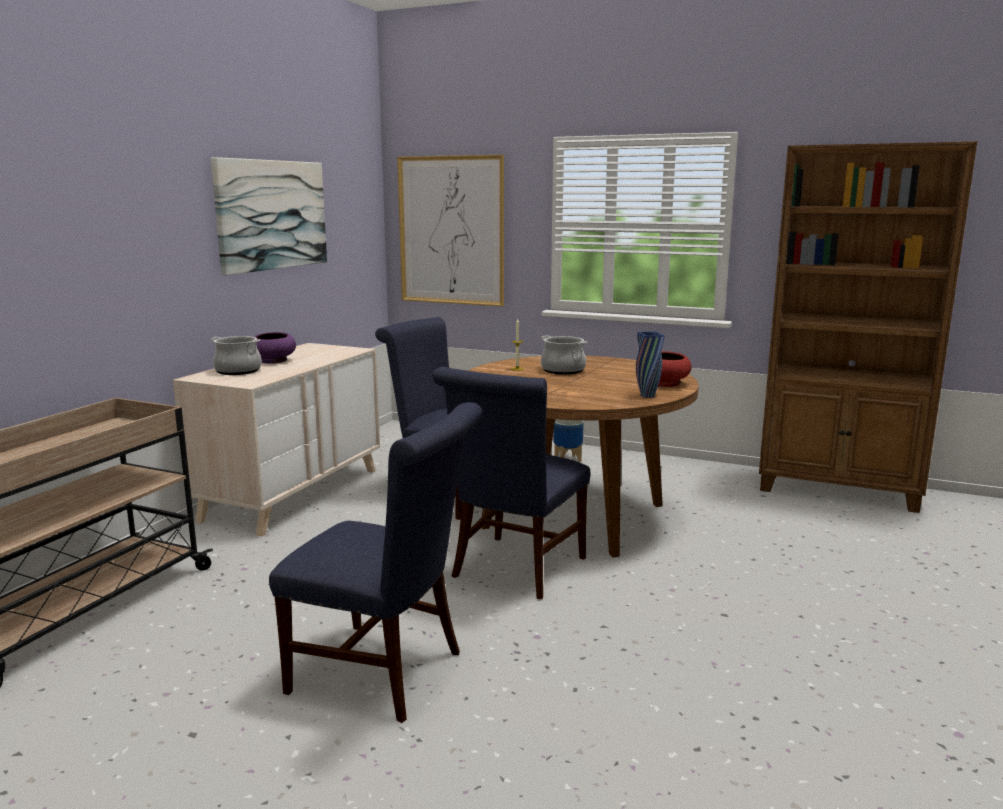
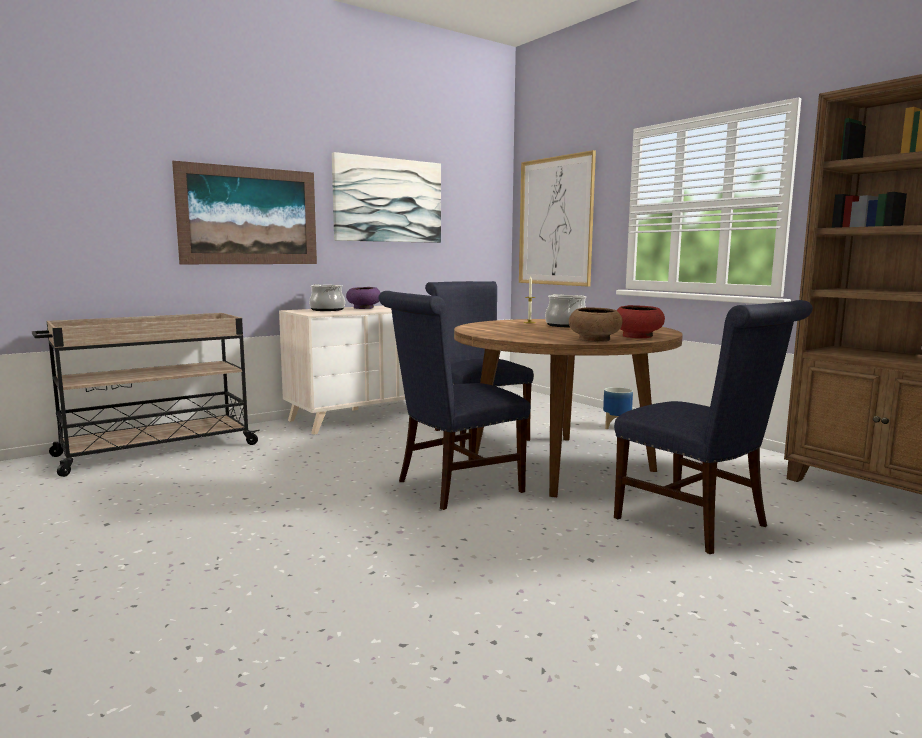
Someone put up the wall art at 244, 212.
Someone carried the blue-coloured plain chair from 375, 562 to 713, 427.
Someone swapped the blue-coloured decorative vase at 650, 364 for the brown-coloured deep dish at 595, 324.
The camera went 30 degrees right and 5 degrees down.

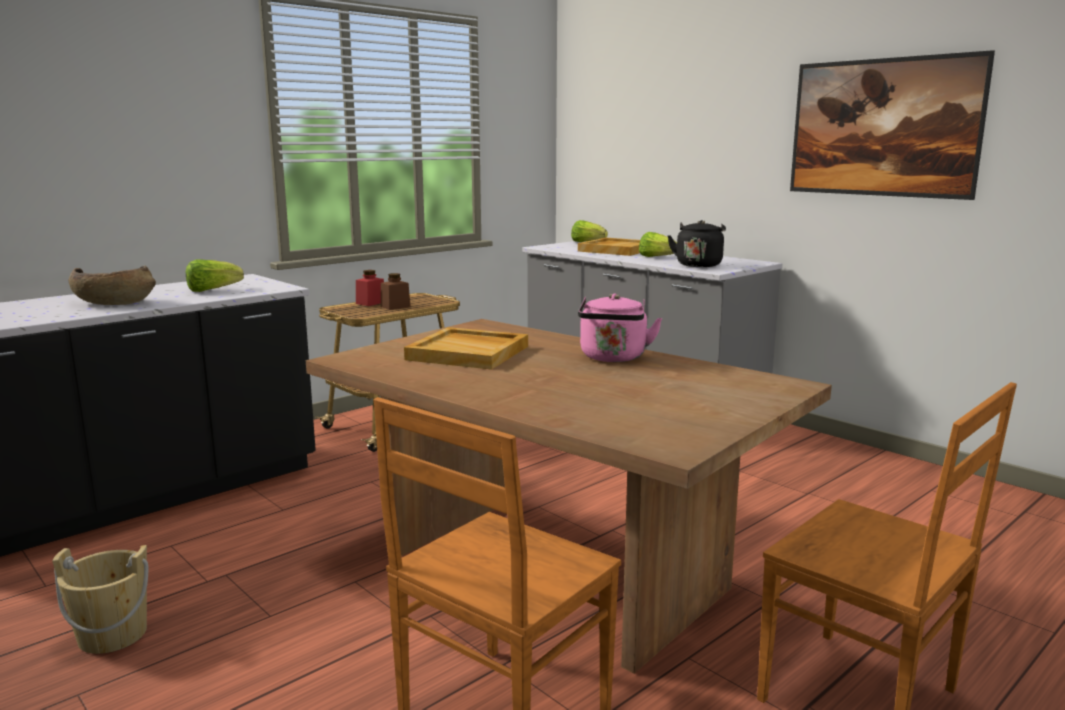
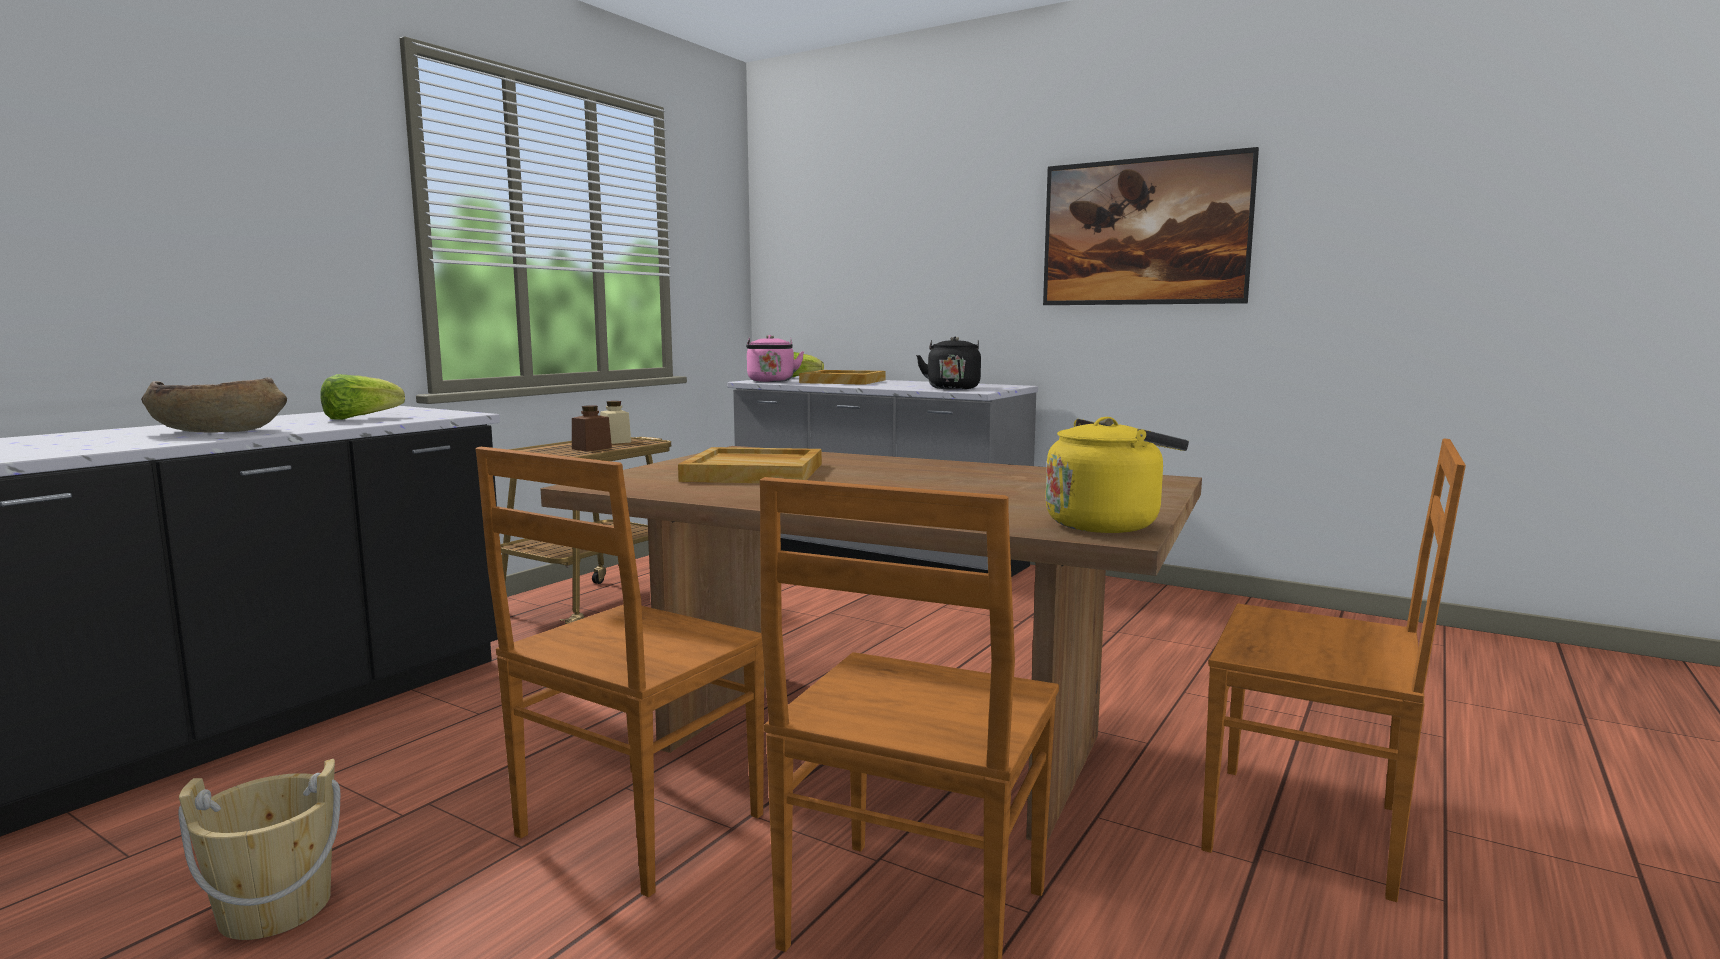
Someone took away the reddish preserve jar at 370, 288.
Someone took away the lettuce head at 658, 244.
Someone put down the brown-coloured plain chair at 619, 672.
Someone put down the sand-coloured preserve jar at 615, 422.
Someone put down the yellow water kettle at 1117, 475.
Someone carried the pink-coloured water kettle from 620, 328 to 775, 358.
The camera went 15 degrees left and 5 degrees down.

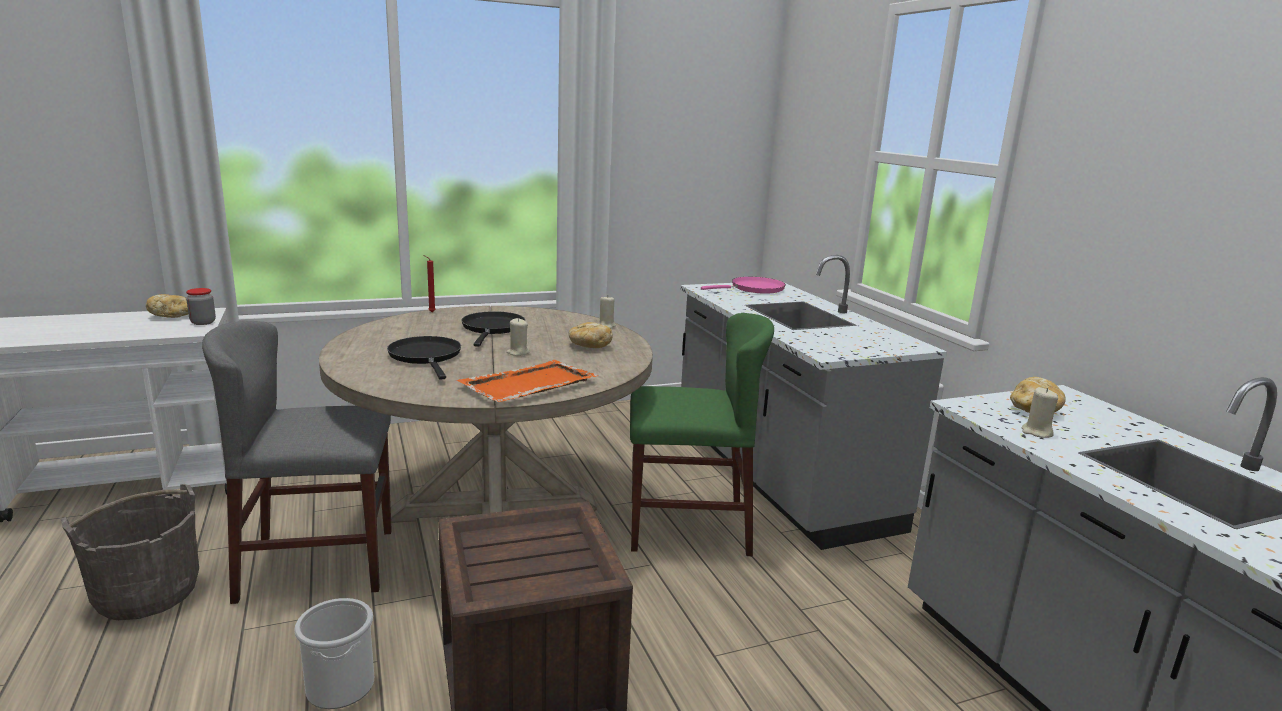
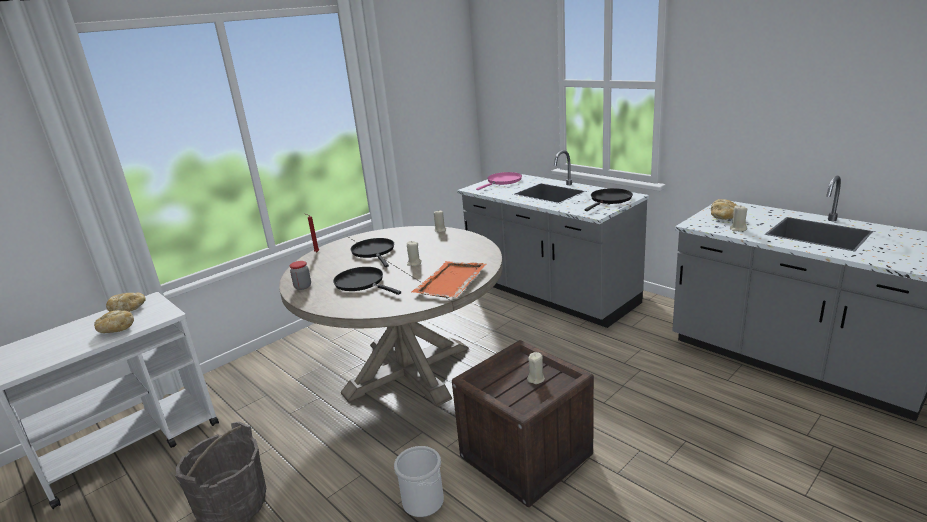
Someone took away the grey plain chair at 297, 462.
Someone took away the green-coloured plain chair at 702, 434.
Someone put down the sand-coloured wax light at 536, 368.
Someone put down the blackish skillet at 609, 199.
Someone carried the preserve jar from 201, 306 to 300, 275.
Someone carried the bakery bread from 591, 335 to 114, 321.
The camera went 20 degrees left and 5 degrees up.

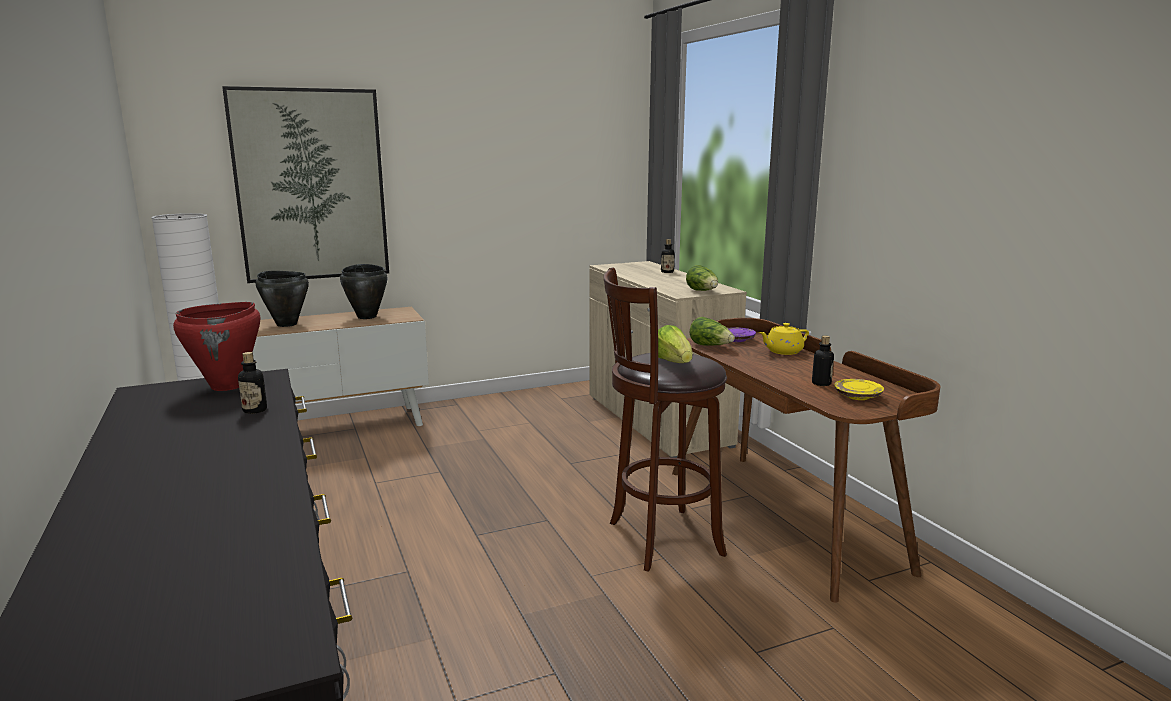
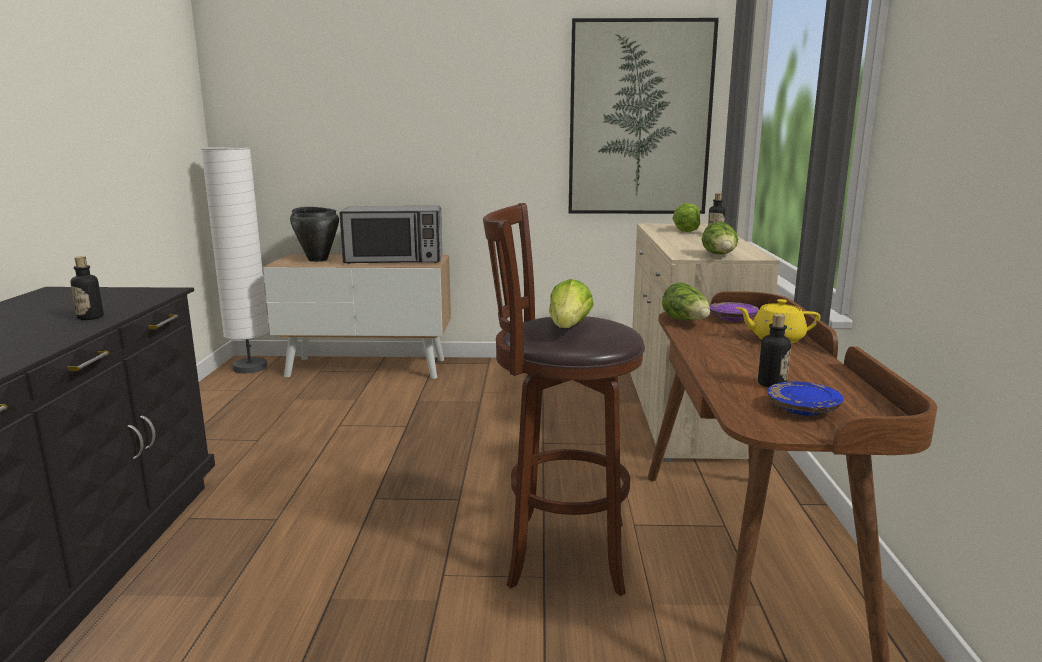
Someone took away the reddish stockpot at 216, 346.
Someone put down the lettuce head at 686, 217.
Someone carried the wall art from 305, 184 to 644, 116.
Someone swapped the blackish stockpot at 363, 291 for the microwave oven at 390, 235.
Someone repainted the yellow plate at 859, 389, which became the blue-coloured plate at 806, 399.
The camera went 25 degrees right and 0 degrees up.

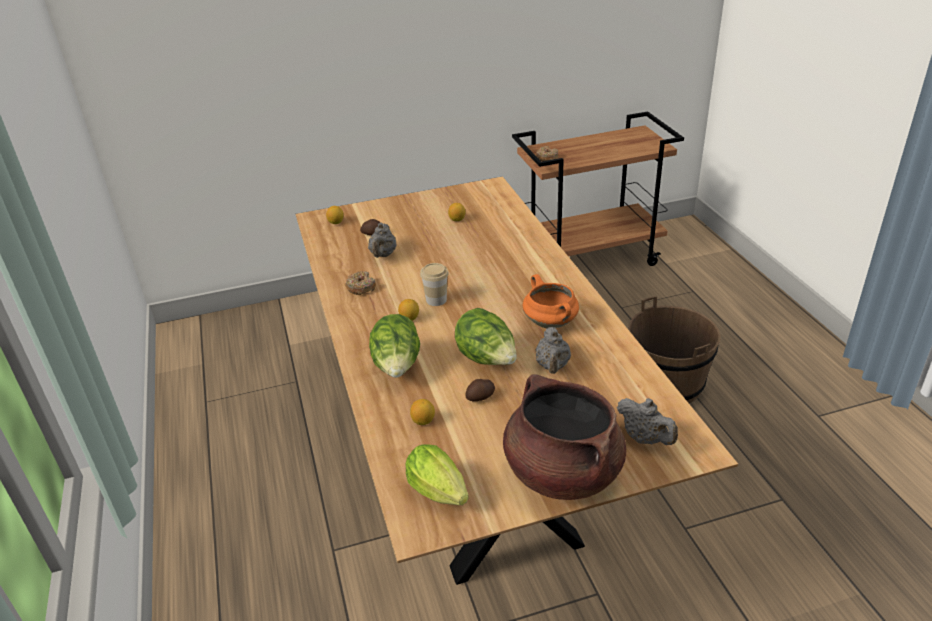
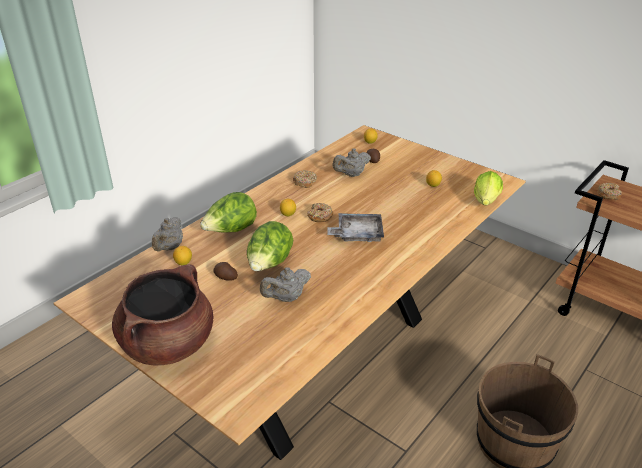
Someone took away the orange stockpot at 551, 301.
Someone put down the grey carrying tray at 355, 227.
Someone carried the lettuce head from 437, 474 to 488, 188.
Someone carried the grey pot for tea from 647, 421 to 167, 234.
Someone swapped the small cup at 434, 284 for the donut at 320, 212.
The camera went 55 degrees right and 0 degrees up.

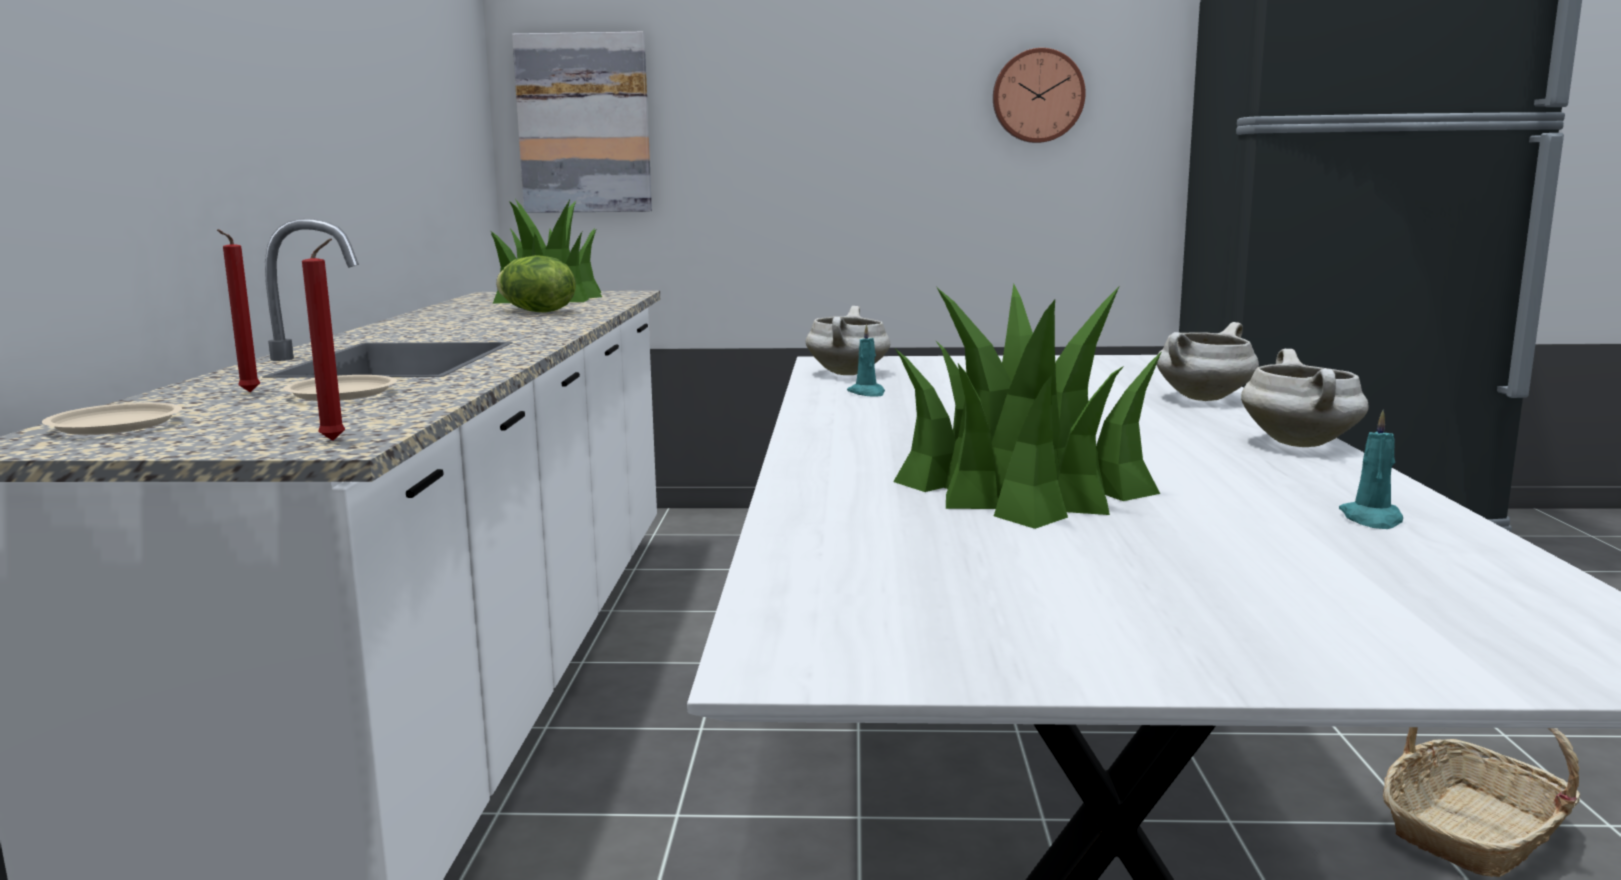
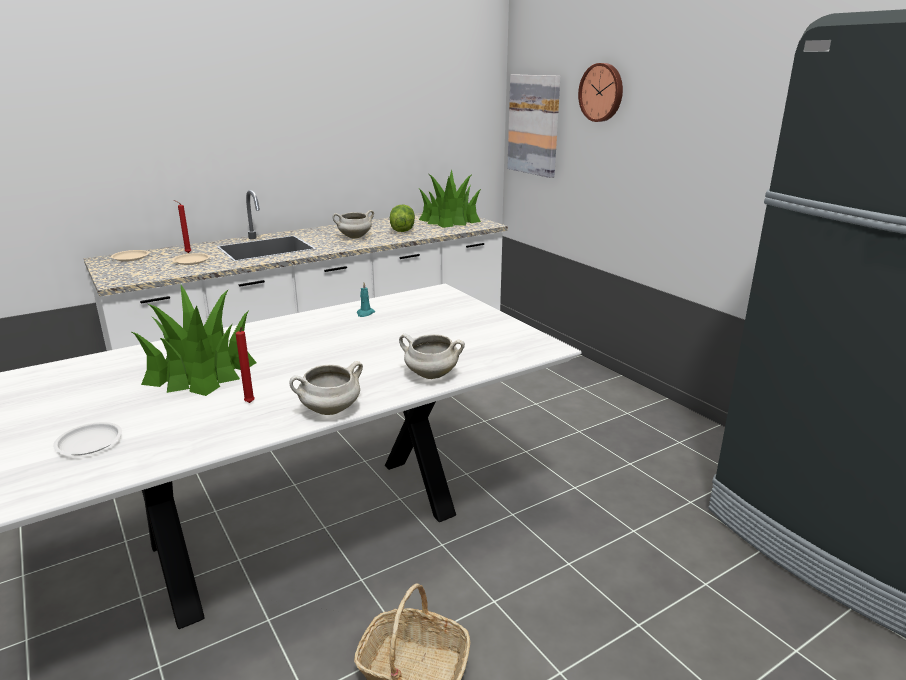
Someone took away the blue-green wax light at 1371, 469.
Someone put down the white-coloured plate at 87, 438.
Someone carried the reddish wax light from 323, 340 to 245, 365.
Someone carried the white-coloured stockpot from 848, 340 to 353, 224.
Someone carried the clock on the wall from 1039, 95 to 600, 92.
The camera went 55 degrees right and 10 degrees up.

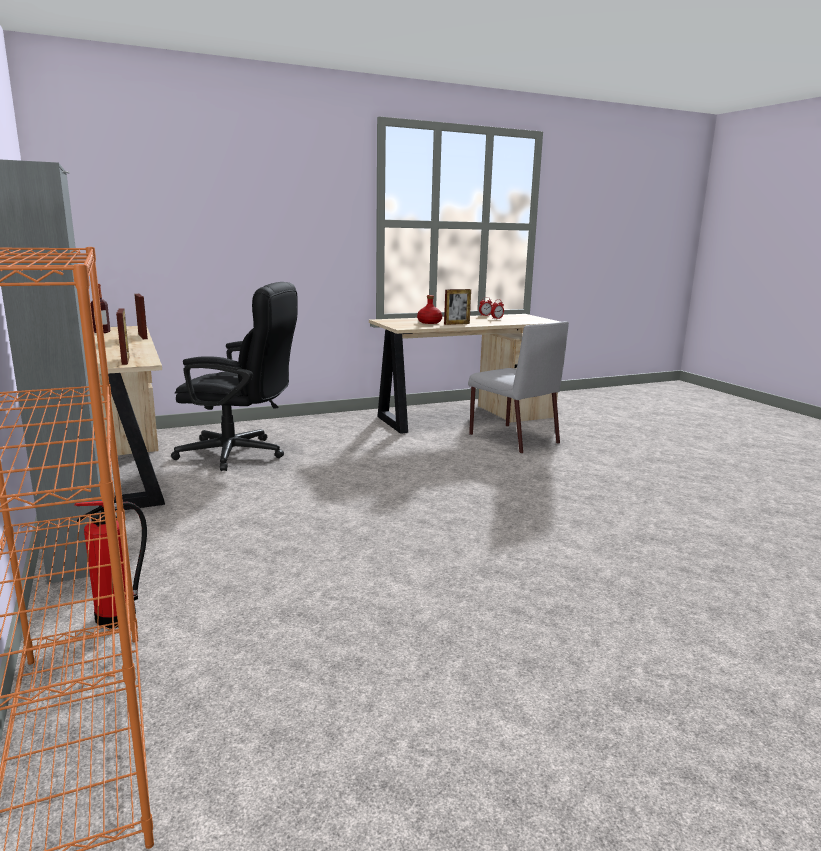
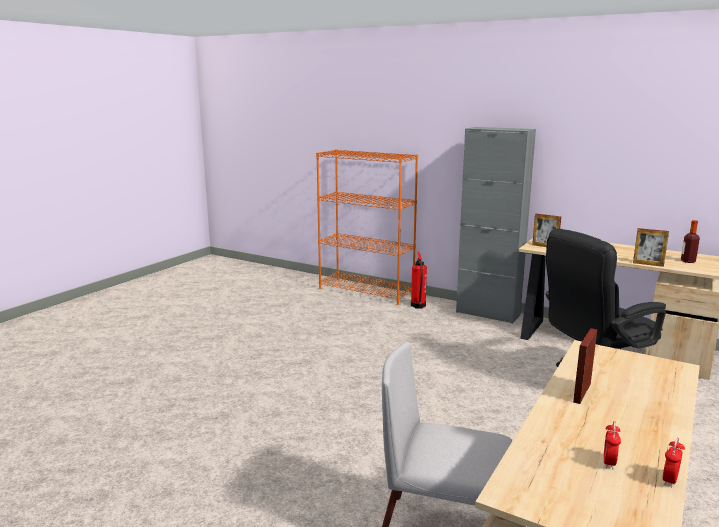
Someone took away the reddish beverage bottle at 429, 309.
The camera went 145 degrees right and 0 degrees up.

